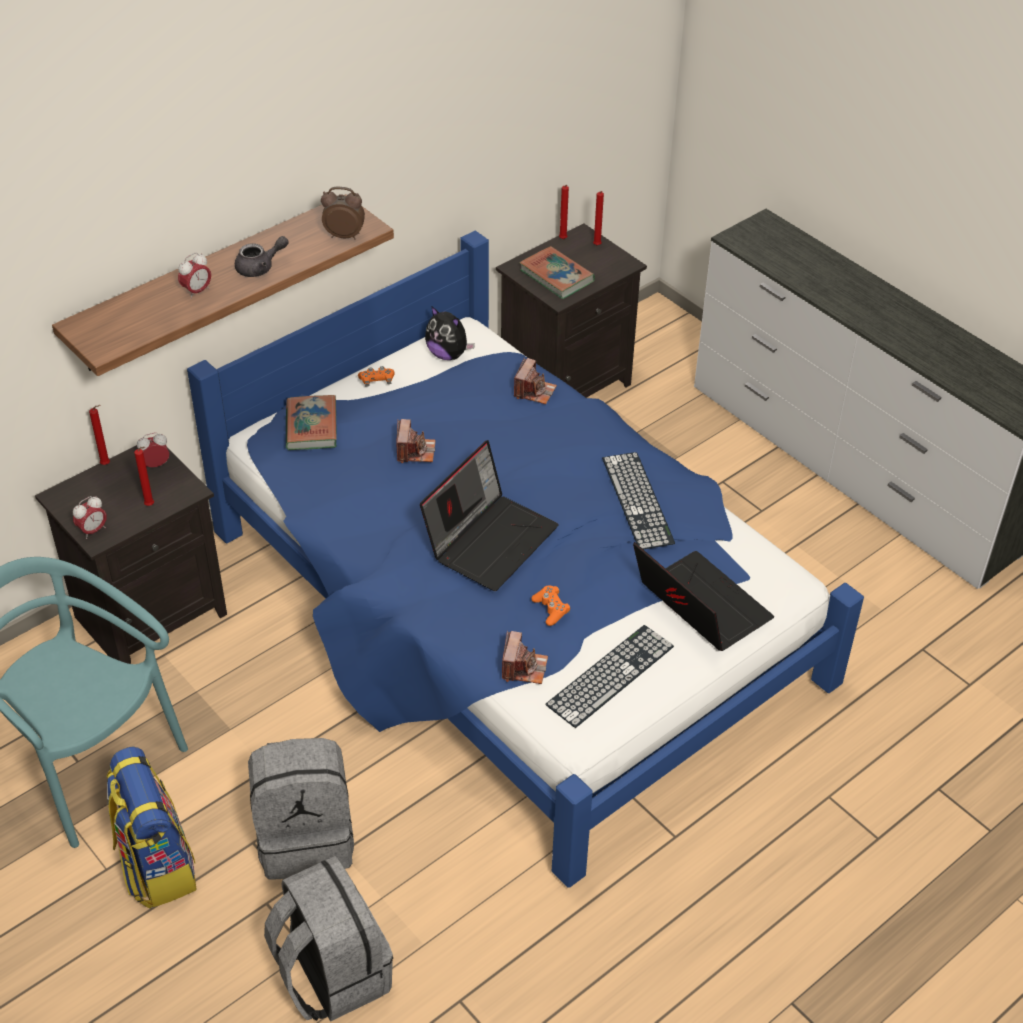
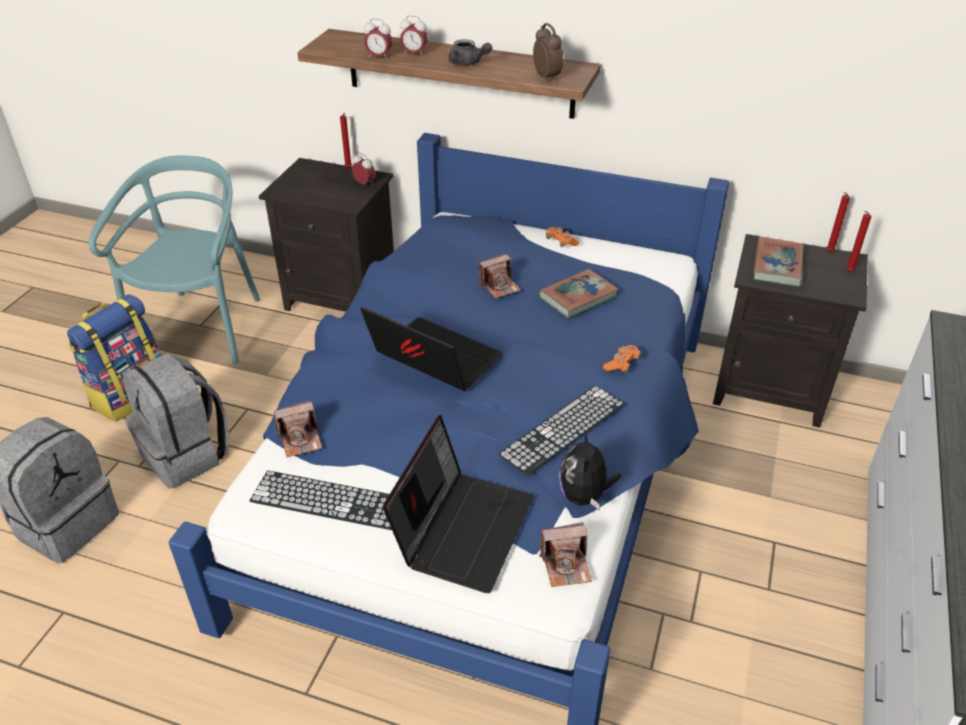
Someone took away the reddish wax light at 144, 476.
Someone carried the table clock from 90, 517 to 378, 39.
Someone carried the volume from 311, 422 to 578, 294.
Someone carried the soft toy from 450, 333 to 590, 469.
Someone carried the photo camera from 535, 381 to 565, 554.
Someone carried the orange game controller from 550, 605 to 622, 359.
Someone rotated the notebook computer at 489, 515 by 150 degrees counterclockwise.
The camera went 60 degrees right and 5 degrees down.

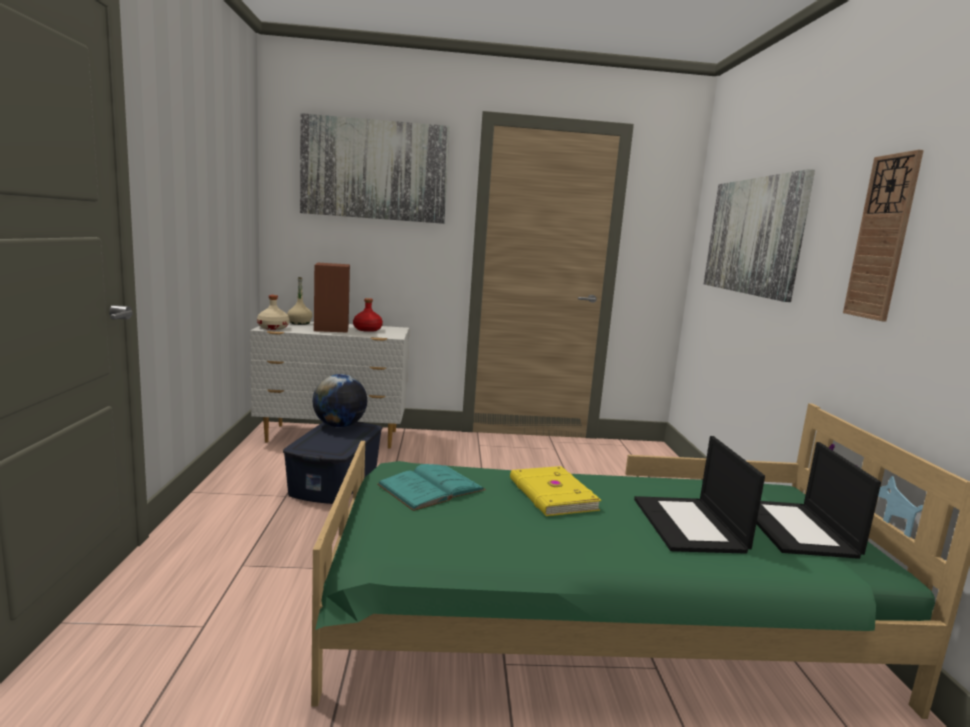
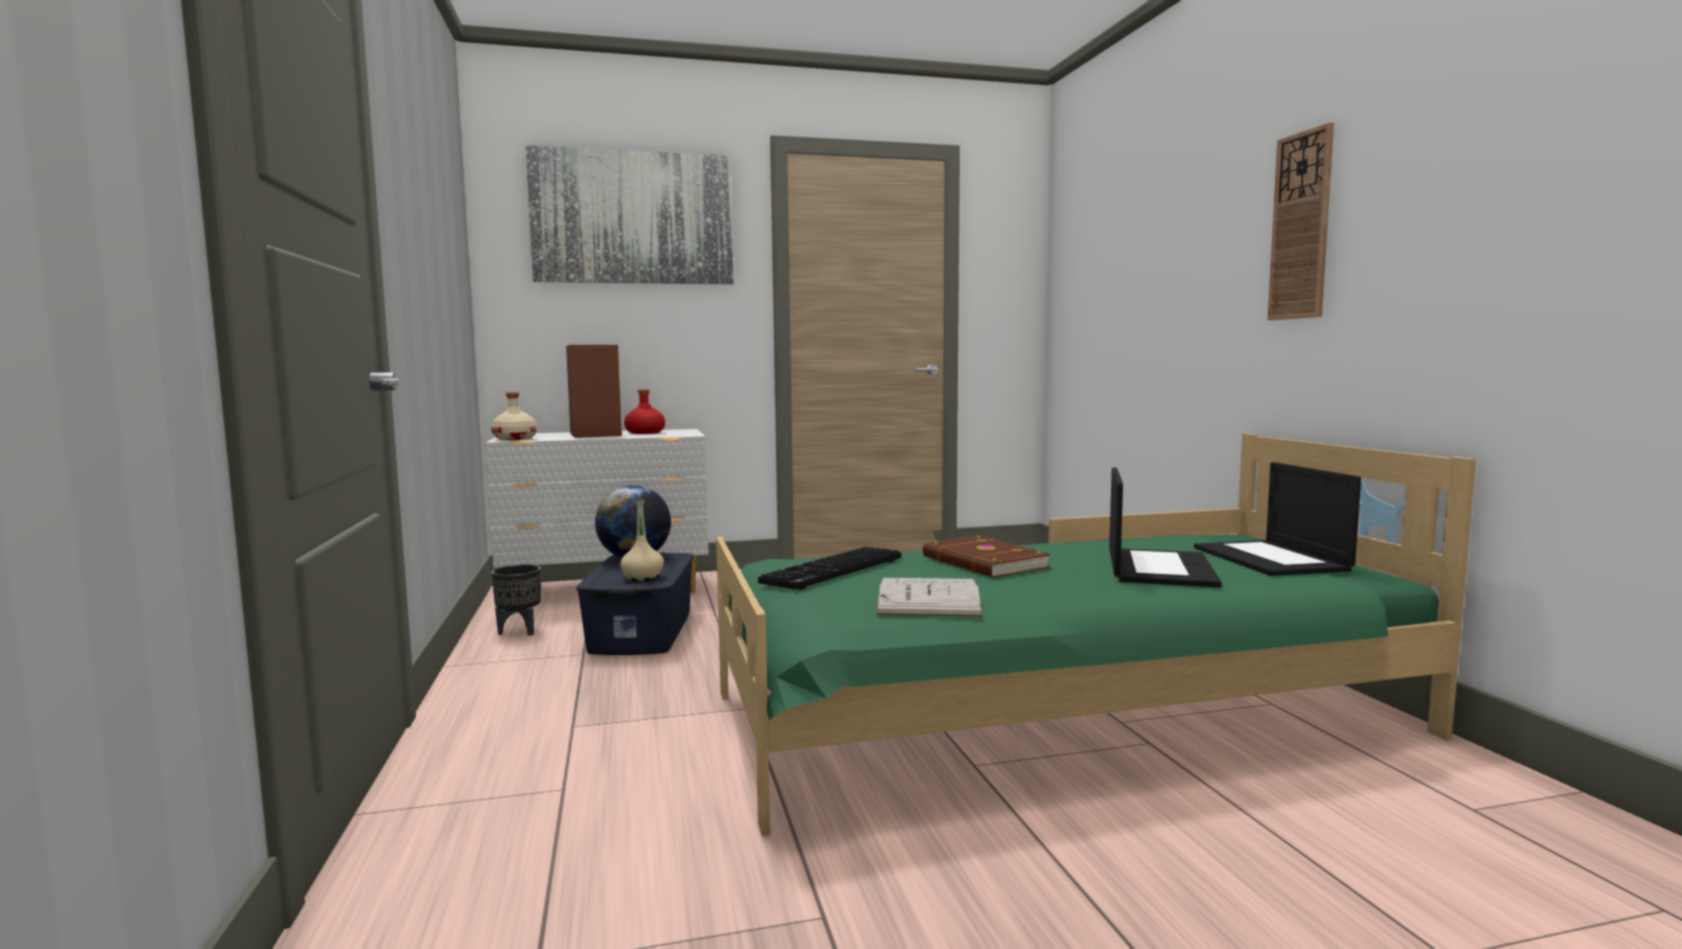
Someone took away the wall art at 759, 235.
Someone put down the blackish flower pot at 516, 600.
Someone put down the white-coloured volume at 929, 597.
Someone carried the sand-coloured beverage bottle from 300, 301 to 642, 540.
Someone swapped the blue-green volume at 431, 487 for the keyboard at 829, 568.
Someone repainted the yellow volume at 555, 491, which became the brown-coloured volume at 986, 557.
Someone rotated the notebook computer at 699, 495 by 150 degrees counterclockwise.
The camera went 10 degrees left and 5 degrees down.

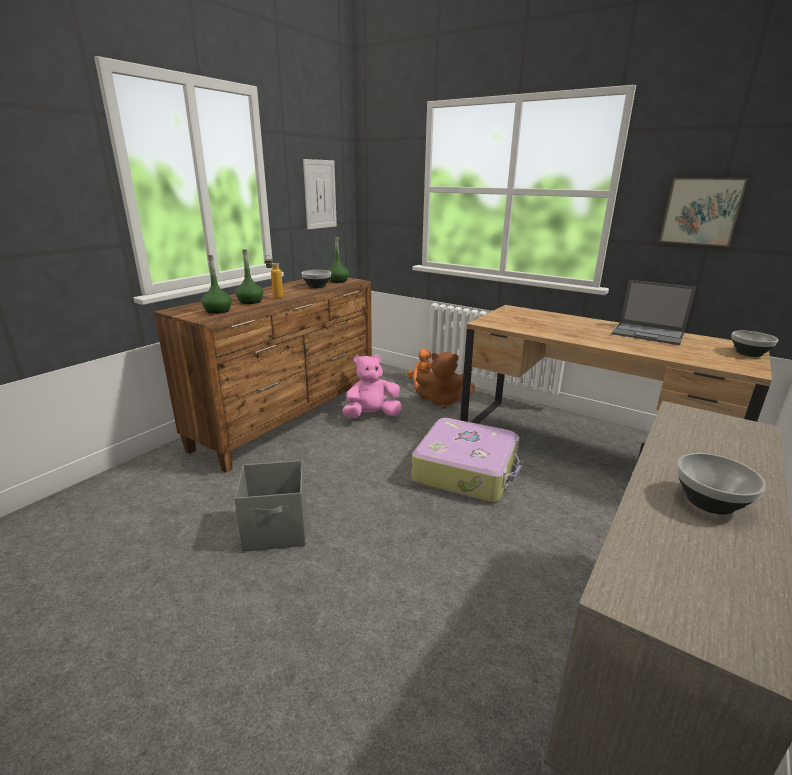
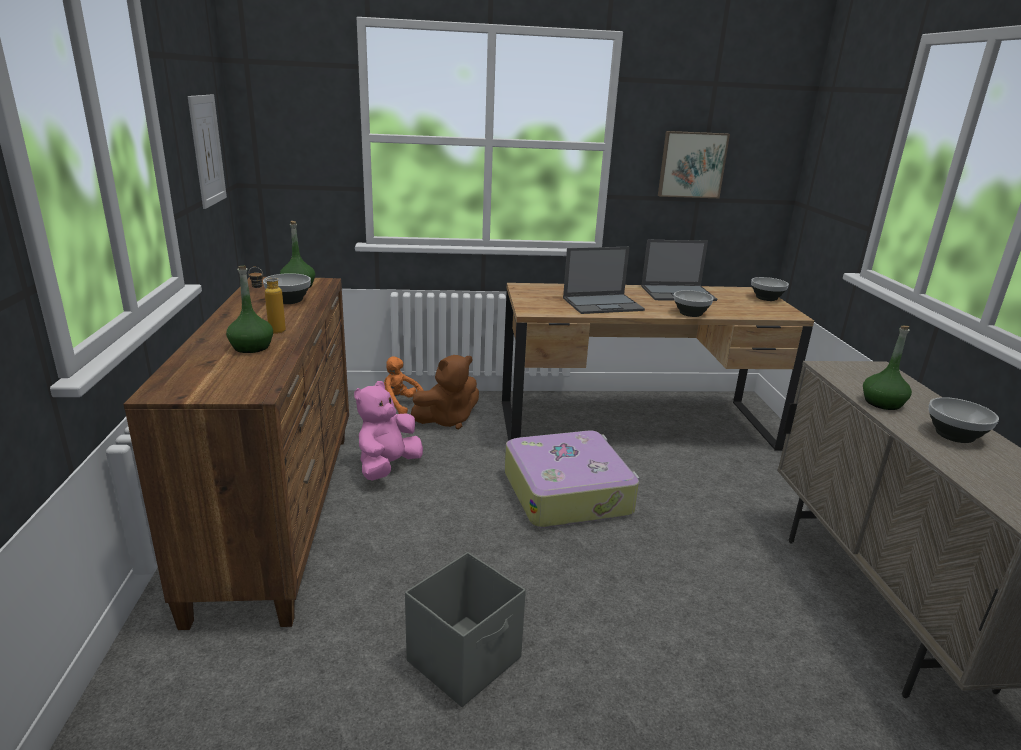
Someone put down the notebook computer at 604, 280.
Someone put down the deep dish at 694, 303.
Someone carried the green-coloured beverage bottle from 216, 284 to 887, 368.
The camera went 40 degrees left and 0 degrees up.

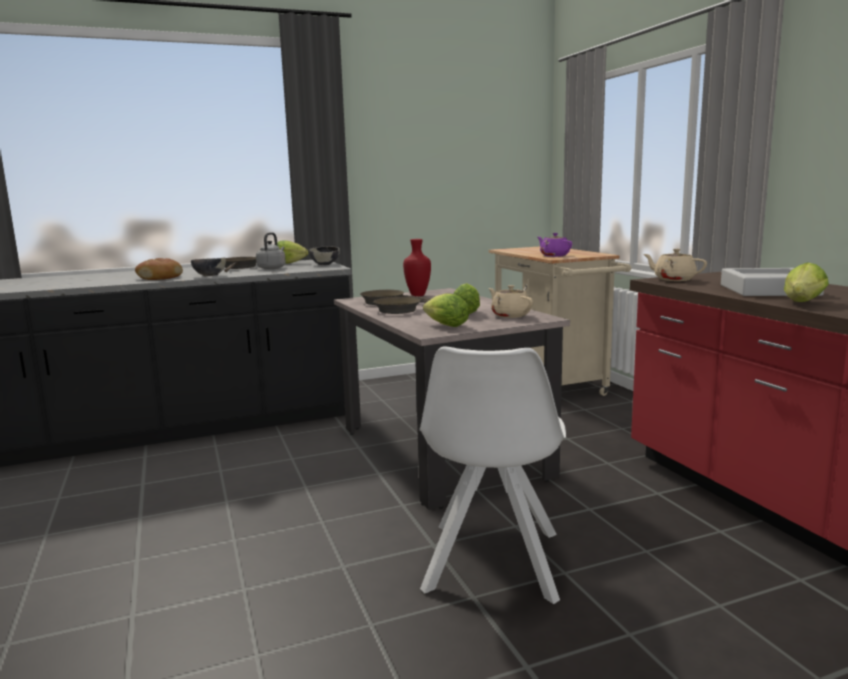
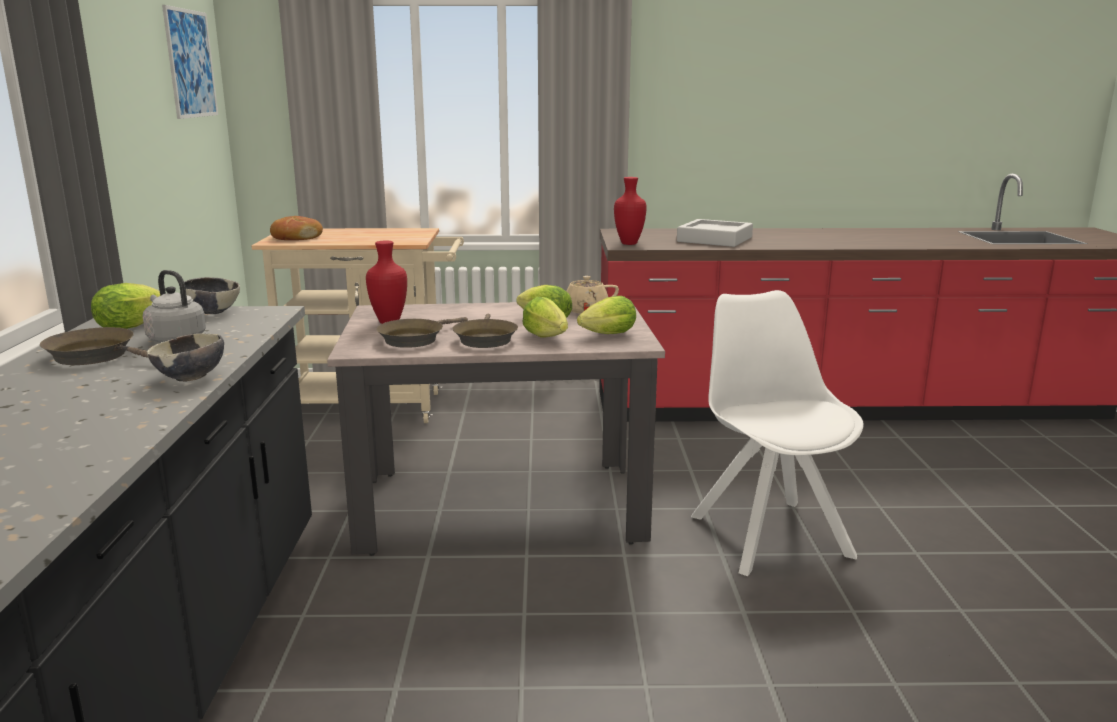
Someone took away the purplish pot for tea at 555, 245.
Someone put up the wall art at 190, 62.
Someone carried the bakery bread from 159, 269 to 296, 228.
Someone carried the lettuce head from 806, 282 to 545, 317.
Someone swapped the sand-coloured pot for tea at 675, 265 for the reddish decorative vase at 630, 211.
Someone rotated the white-coloured plain chair at 493, 475 by 135 degrees counterclockwise.
The camera went 70 degrees left and 5 degrees up.

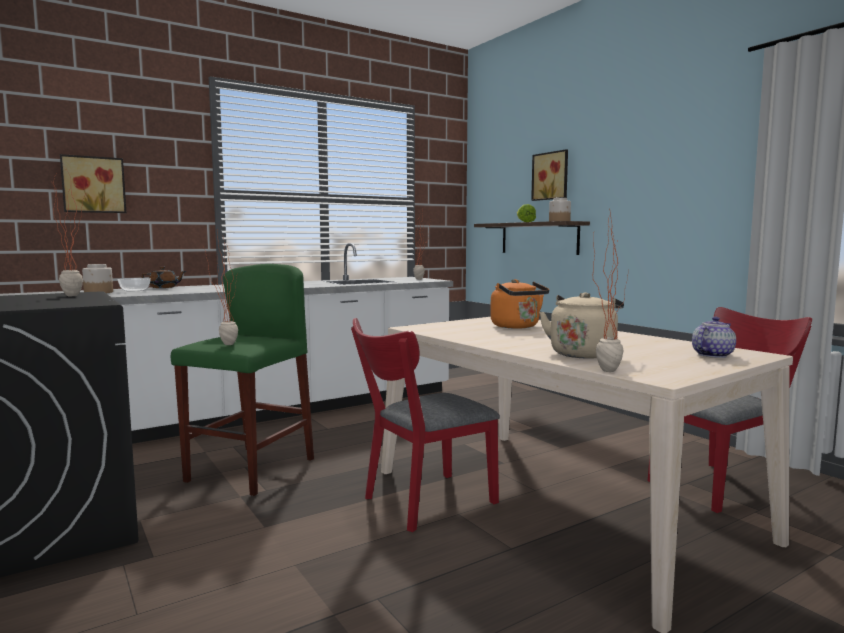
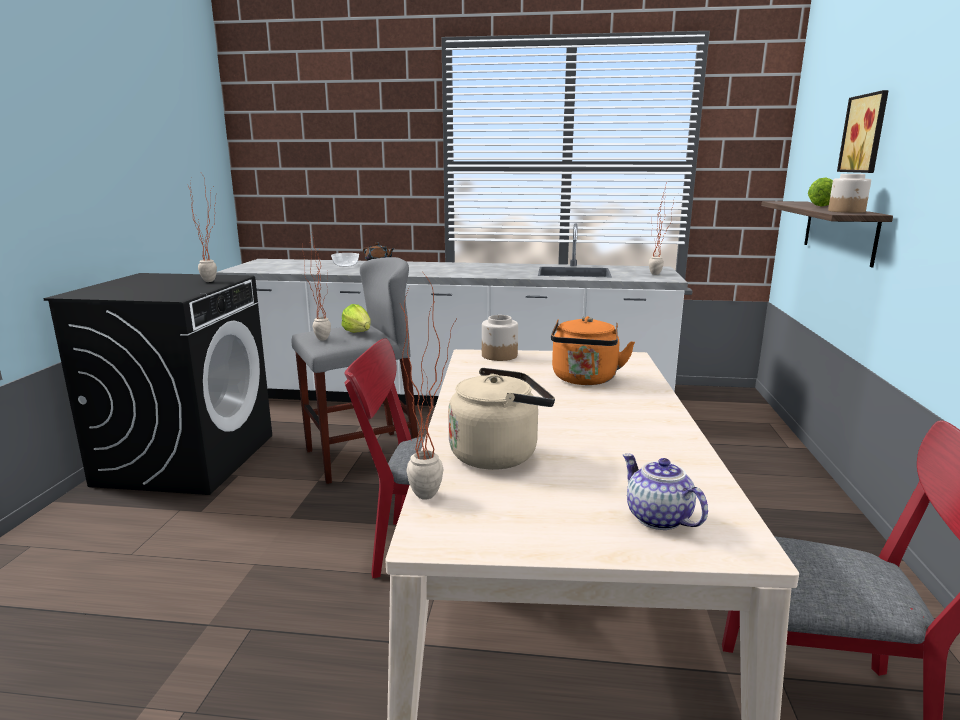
Someone took away the wall art at 93, 183.
Someone put down the lettuce head at 356, 318.
Someone carried the preserve jar from 97, 278 to 500, 338.
Someone repainted the green-coloured sitting stool at 242, 380, which became the grey sitting stool at 355, 370.
Someone rotated the pot for tea at 714, 337 by 120 degrees counterclockwise.
The camera went 40 degrees right and 10 degrees up.

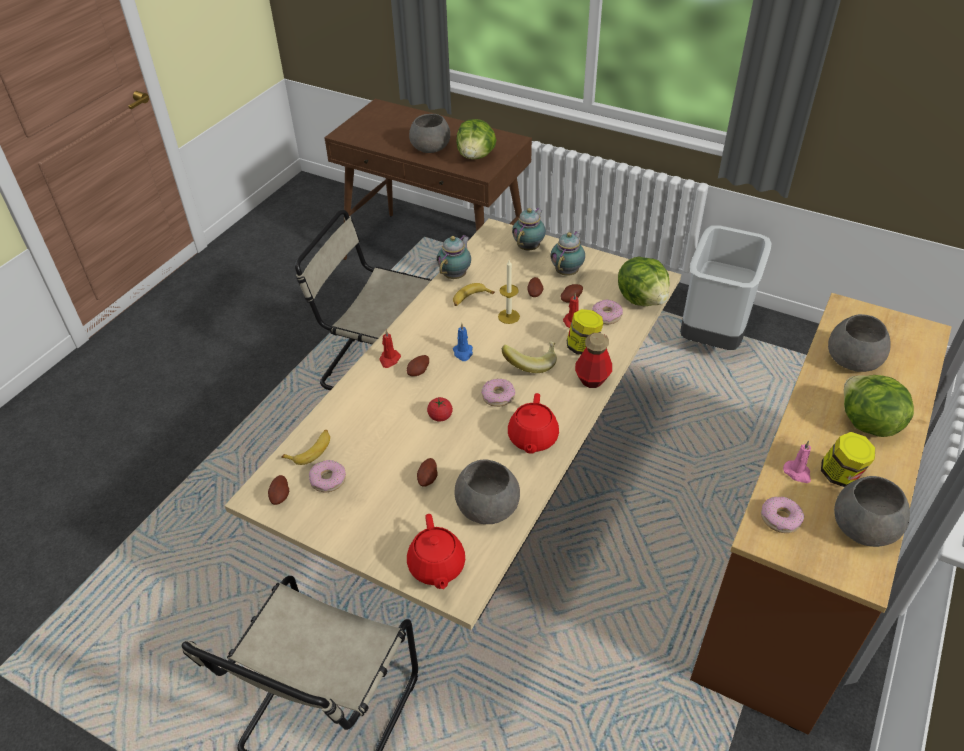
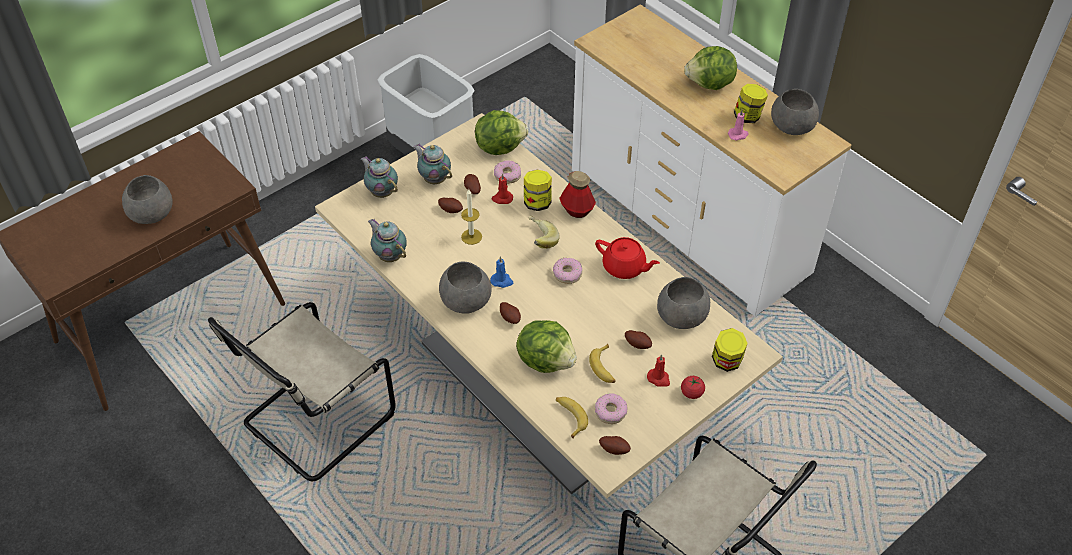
Someone took away the donut at 782, 514.
Someone carried the reddish wax light from 390, 349 to 658, 370.
Someone carried the tomato from 440, 409 to 693, 387.
Someone carried the banana fruit from 474, 294 to 602, 363.
Someone carried the lettuce head from 476, 139 to 546, 346.
Someone carried the grey deep dish from 859, 343 to 465, 287.
Someone swapped the reddish pot for tea at 436, 551 for the preserve jar at 730, 350.
Someone repainted the brown-coloured dresser at 821, 514, which became the white-coloured dresser at 711, 160.
The camera went 70 degrees left and 5 degrees up.

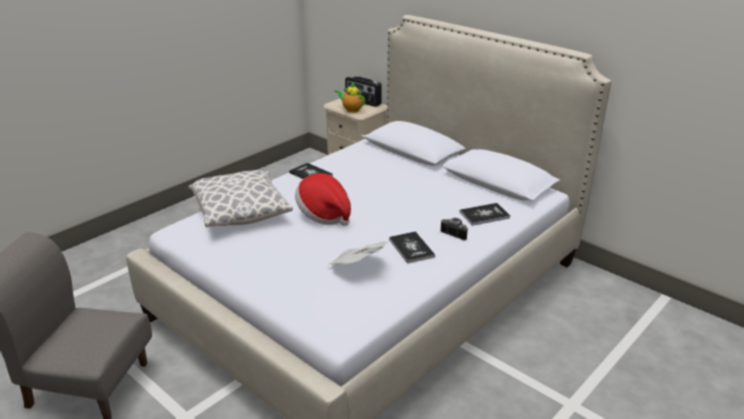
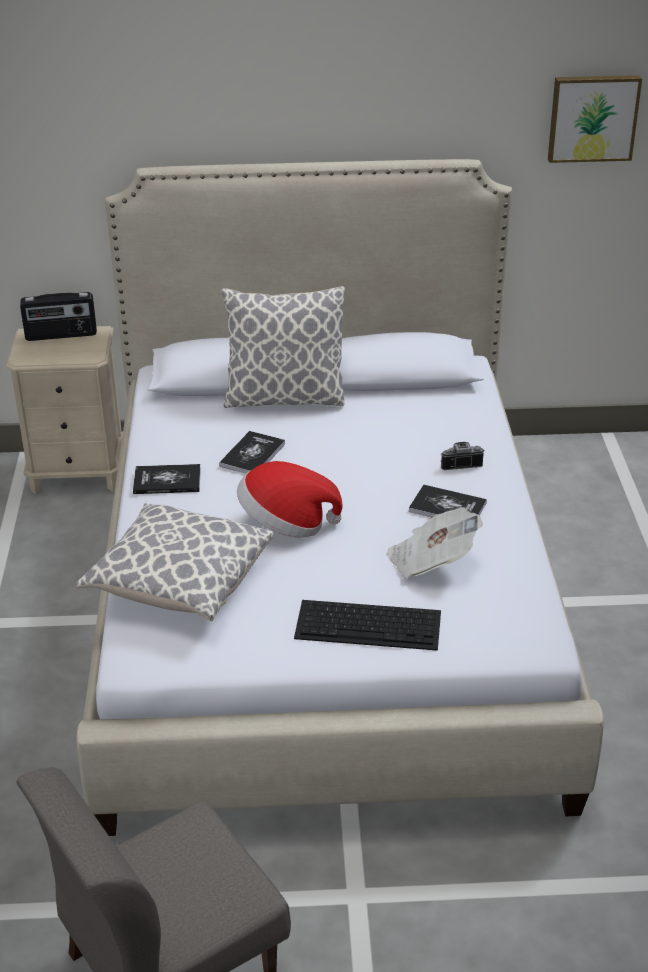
Someone took away the pot for tea at 349, 97.
Someone put down the throw pillow at 283, 347.
Someone put down the keyboard at 367, 625.
Someone put up the wall art at 595, 119.
Someone carried the volume from 485, 214 to 252, 452.
The camera went 45 degrees left and 5 degrees up.

